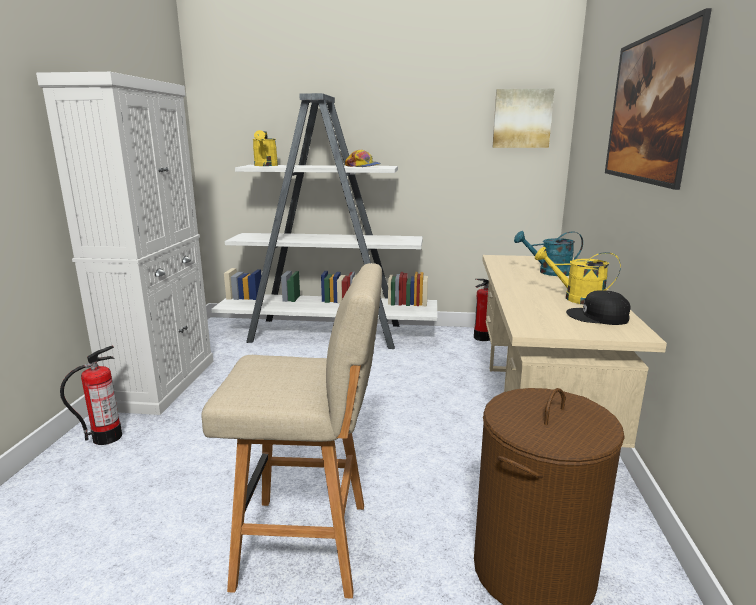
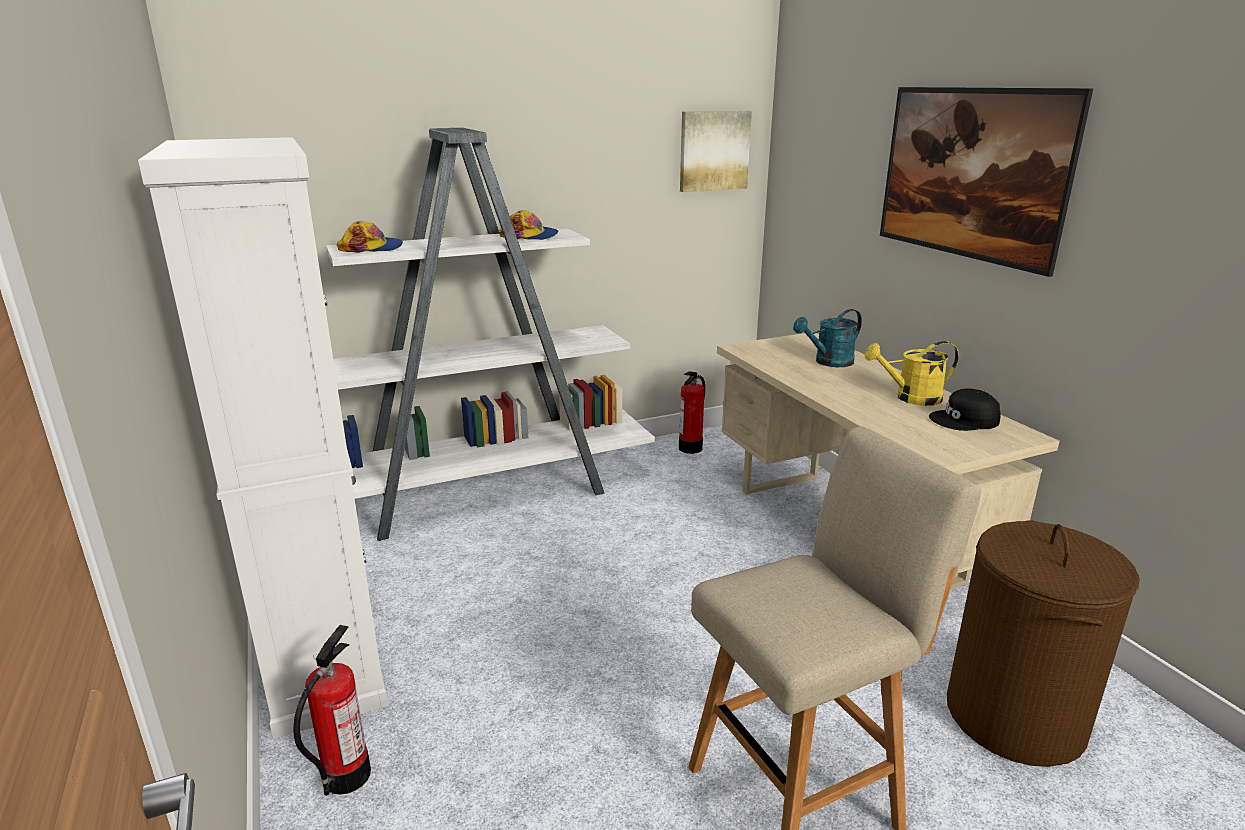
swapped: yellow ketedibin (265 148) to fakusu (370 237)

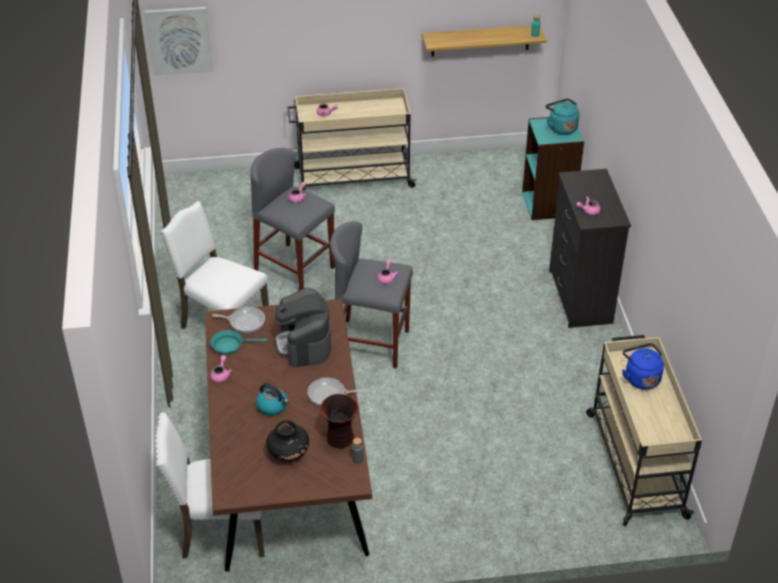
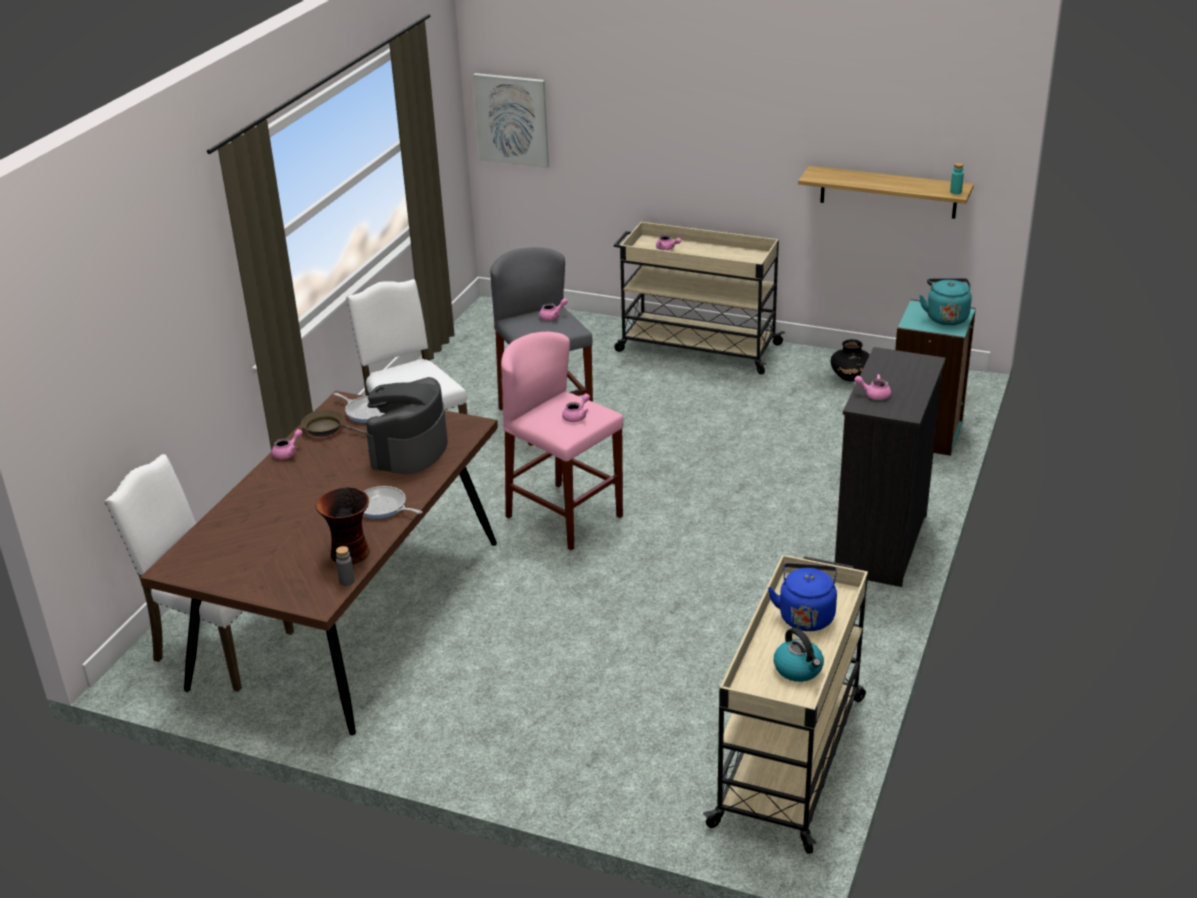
shifted: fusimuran (272 399) to (799 655); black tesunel (287 440) to (850 360)
repainted: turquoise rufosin (238 342) to brown rufosin (334 423); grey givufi (371 295) to pink givufi (562 440)

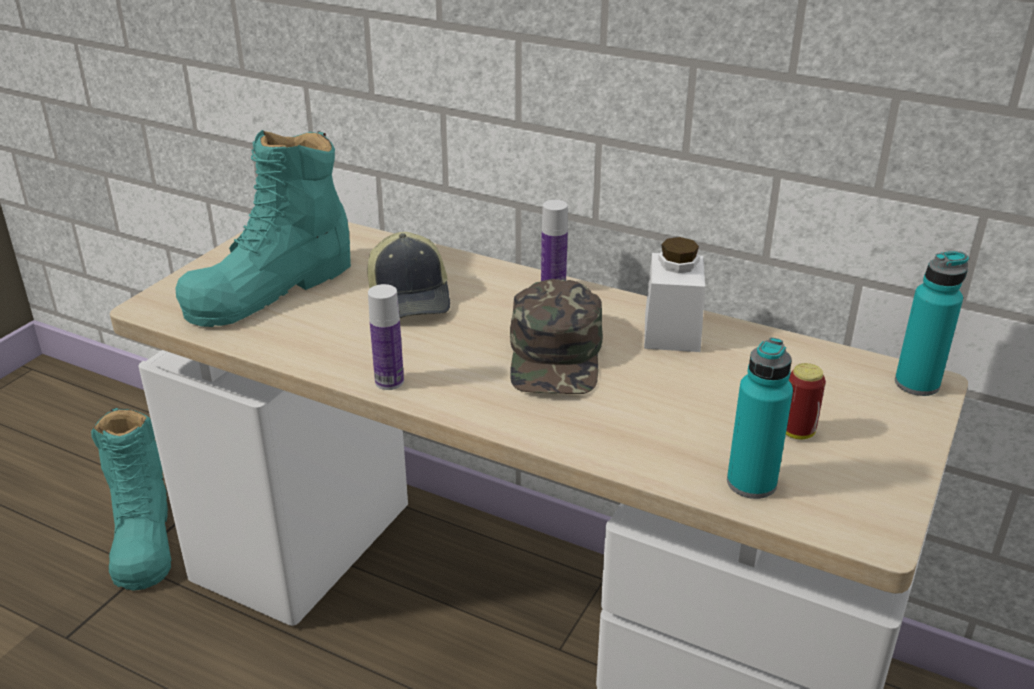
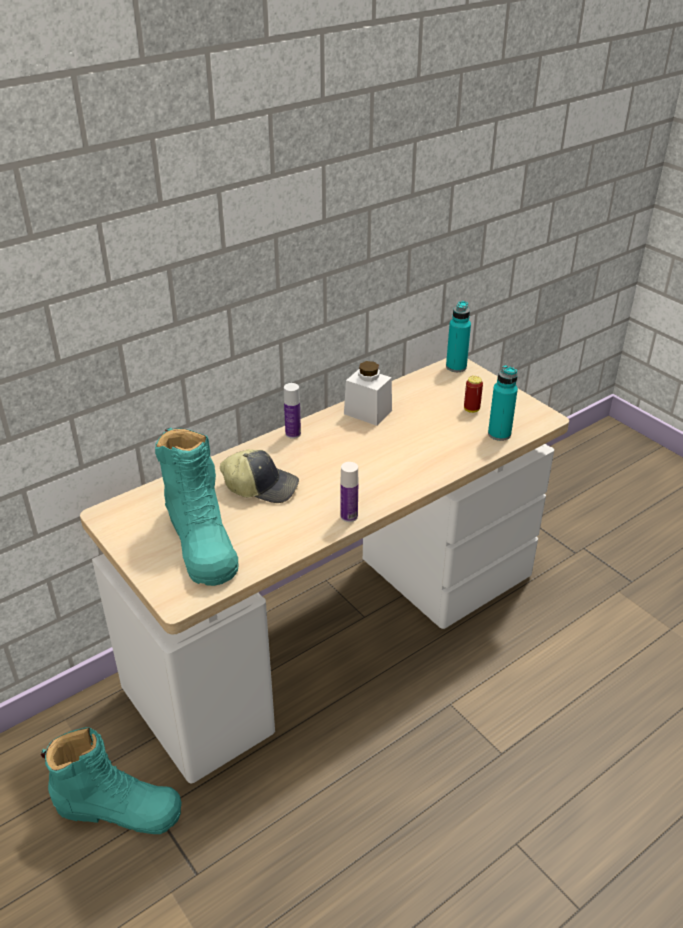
gone: green fakusu (556 336)

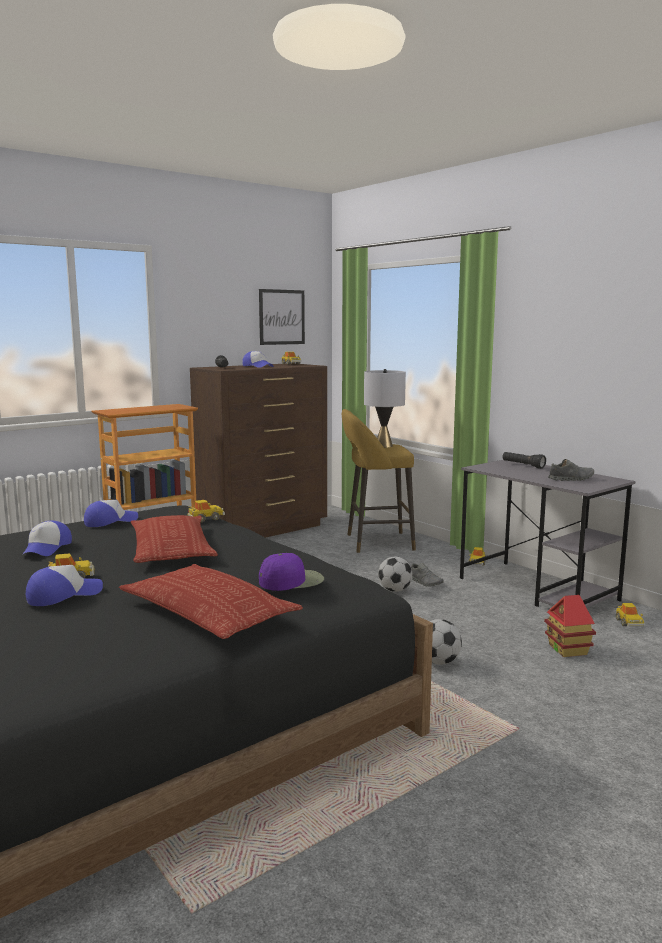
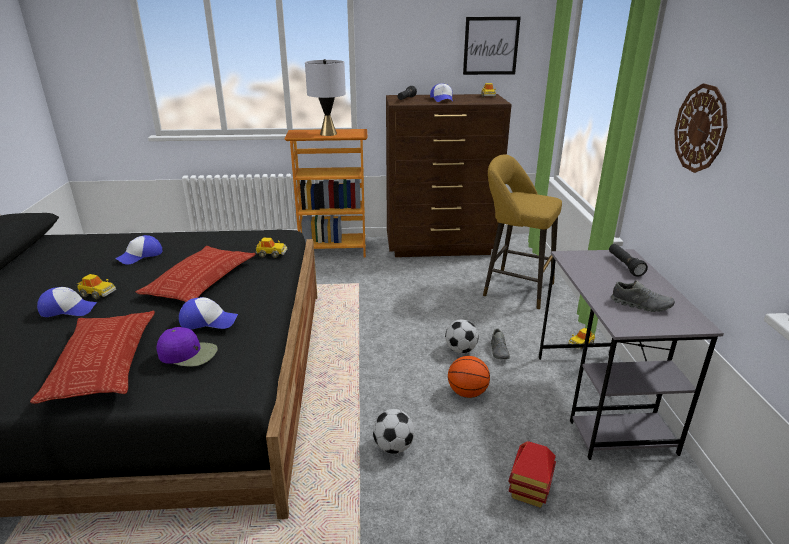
gone: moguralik (630 615)
new: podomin (469 377); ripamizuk (701 128)
shifted: fakusu (111 513) to (208 313); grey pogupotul (385 408) to (325 97)

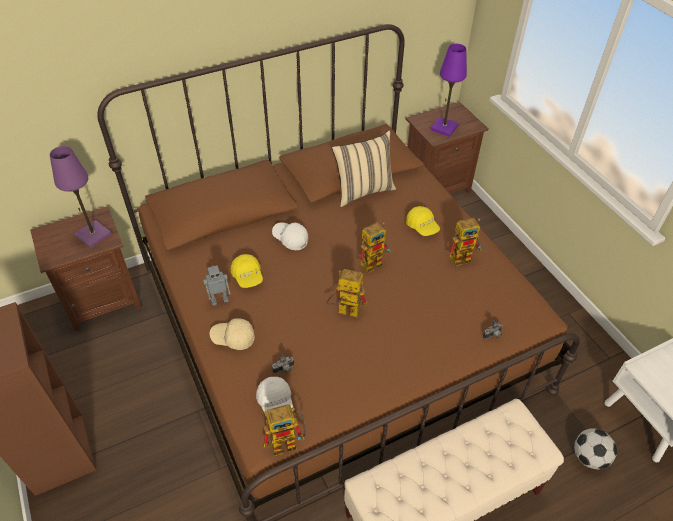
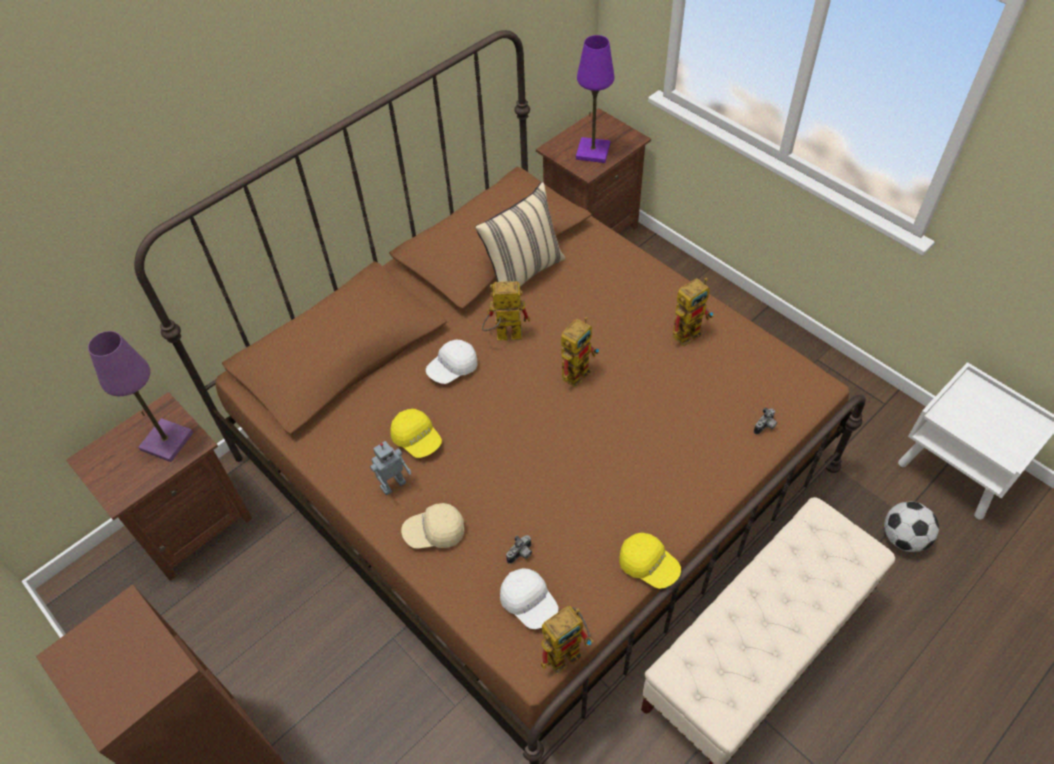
shifted: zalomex (347 293) to (506 310); yellow fakusu (423 221) to (650 561)
rotated: white fakusu (290 236) = (452 361) 60 degrees counterclockwise

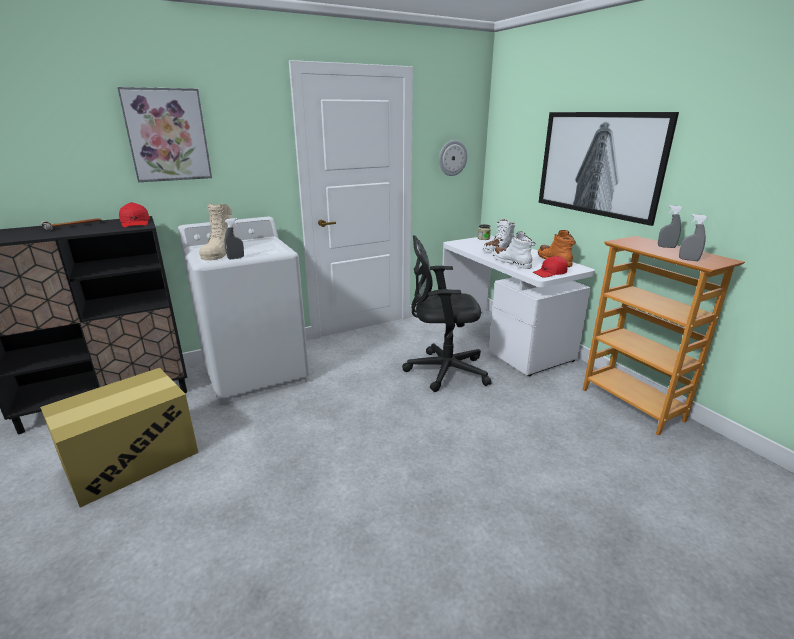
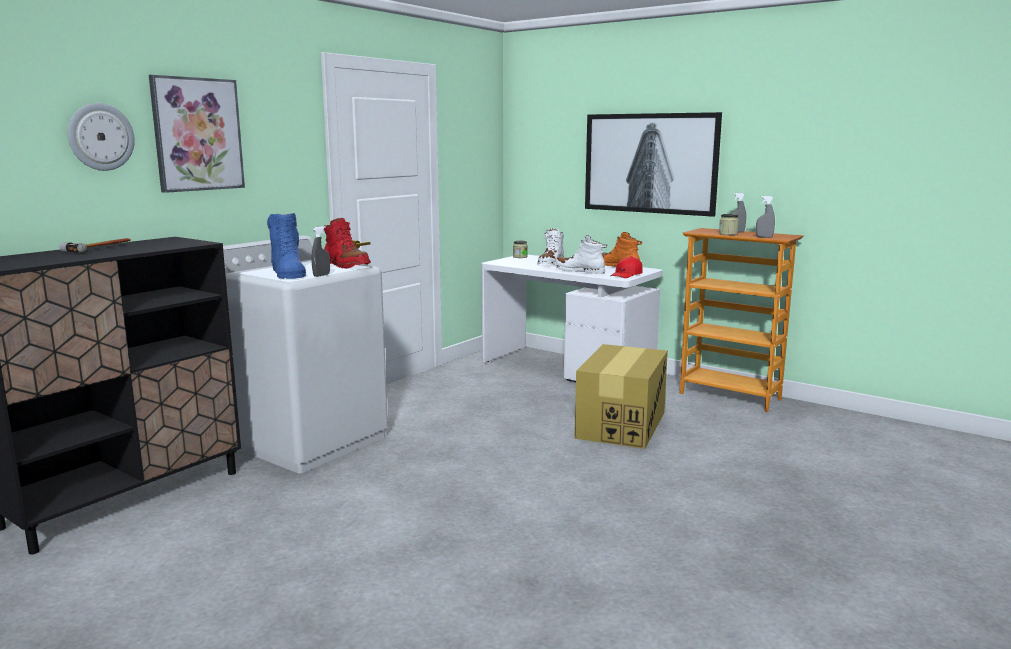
gone: red fakusu (134 215); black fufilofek (447 313)
new: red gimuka (347 243); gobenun (729 224)
shifted: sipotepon (119 438) to (621 396); ripamizuk (453 158) to (101 137)
repainted: beige gimuka (217 232) to blue gimuka (286 246)

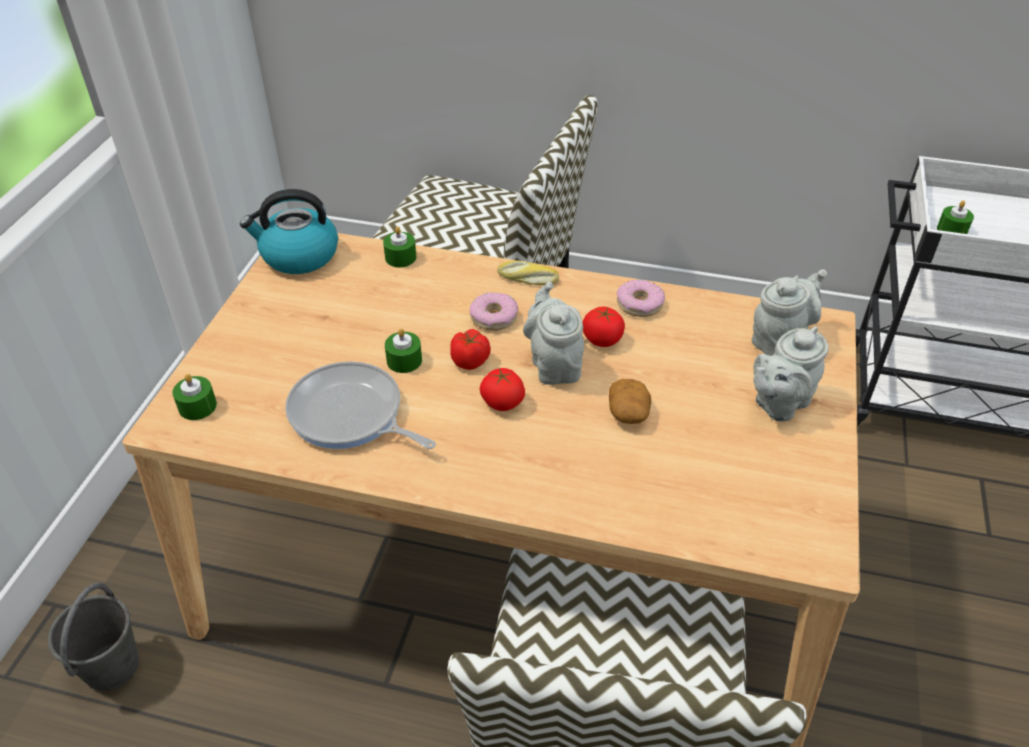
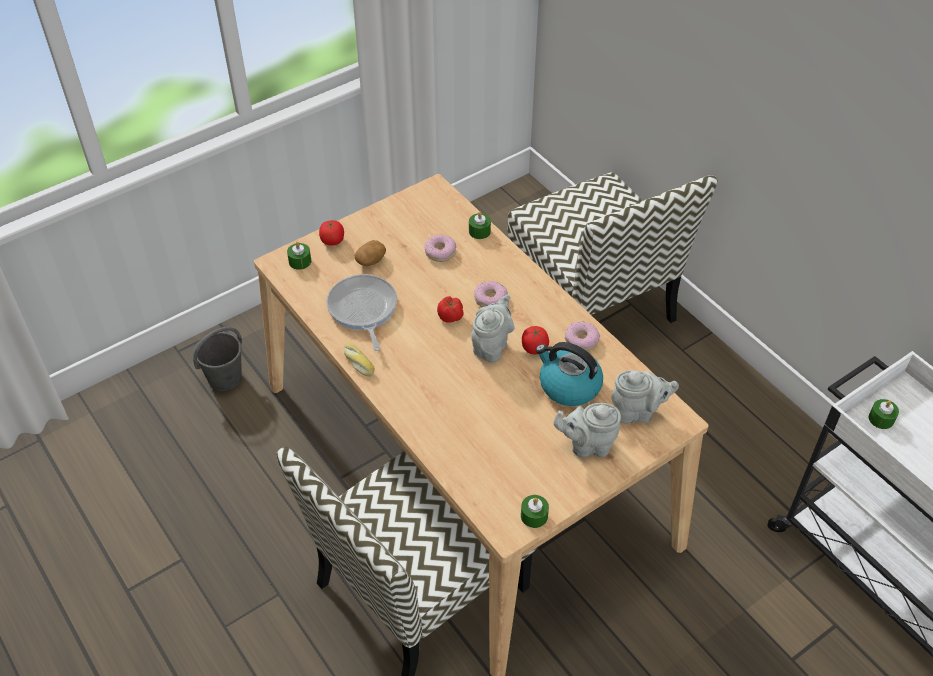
new: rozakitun (440 248)
shifted: fusimuran (289 231) to (569 374); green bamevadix (403 350) to (535 511); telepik (502 389) to (331 233); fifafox (528 273) to (359 360); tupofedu (630 401) to (370 253)

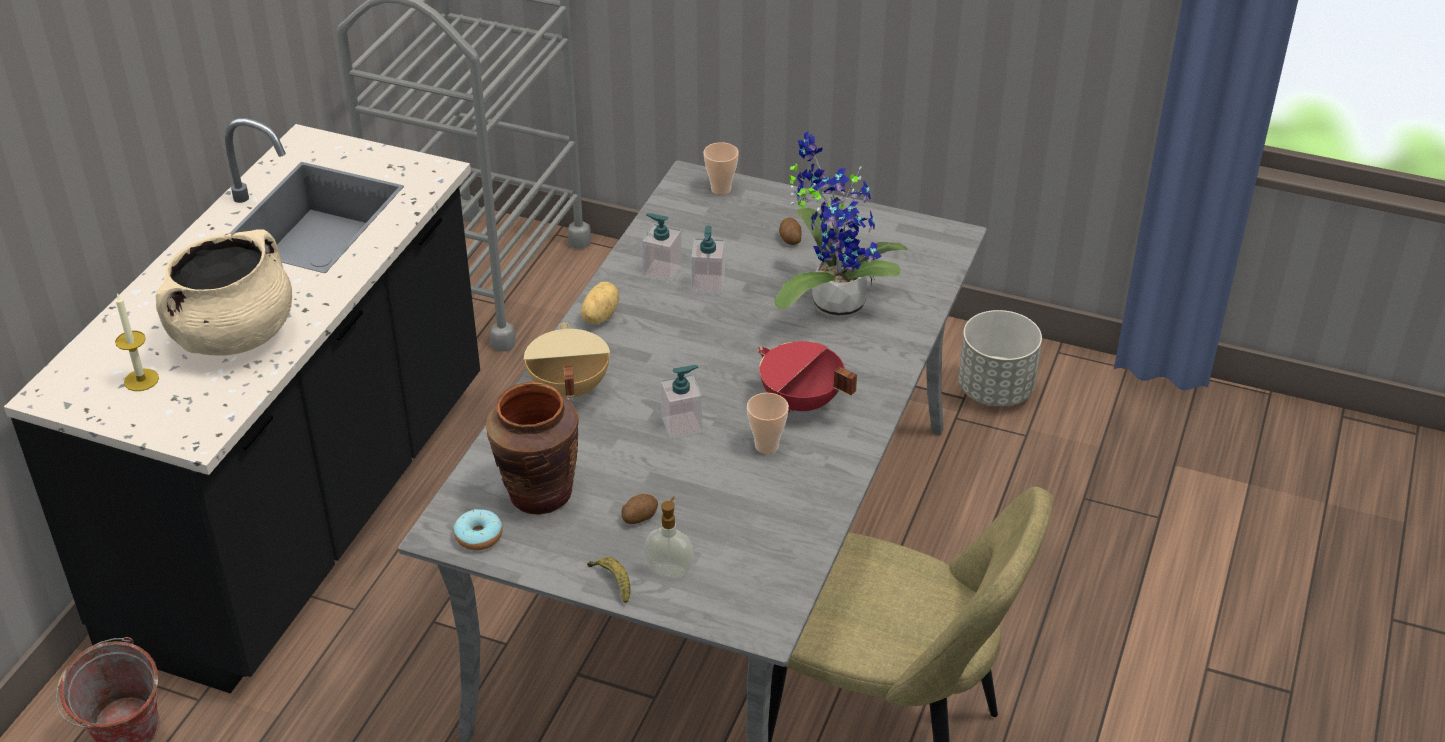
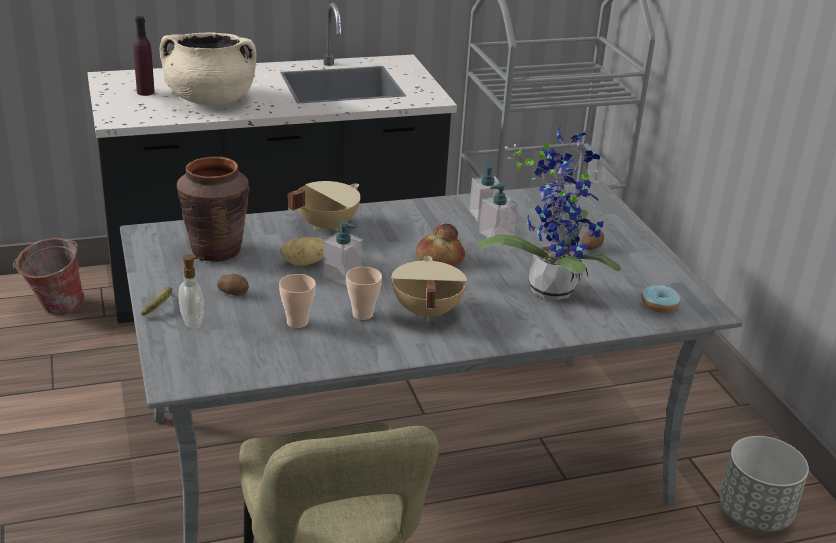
new: fifafox (440 244)
shifted: rozakitun (478 529) to (660 299); tupofedu (600 303) to (302 251); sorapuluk (721 168) to (297 301)
swapped: bamevadix (137 342) to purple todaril (144 56)
repainted: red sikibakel (807 377) to beige sikibakel (429 288)

